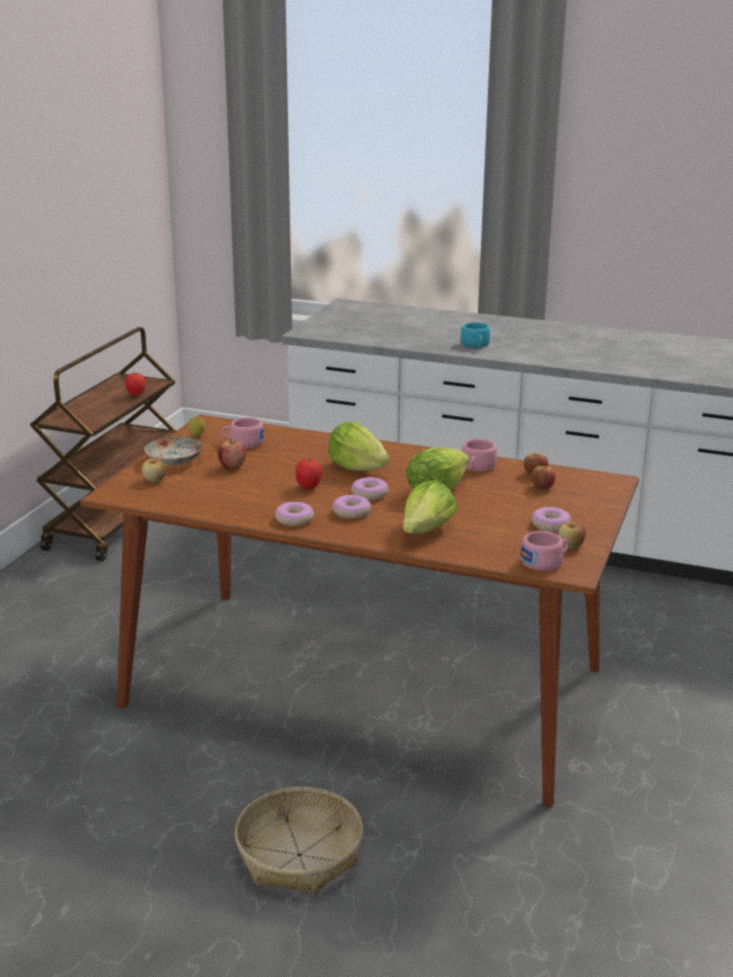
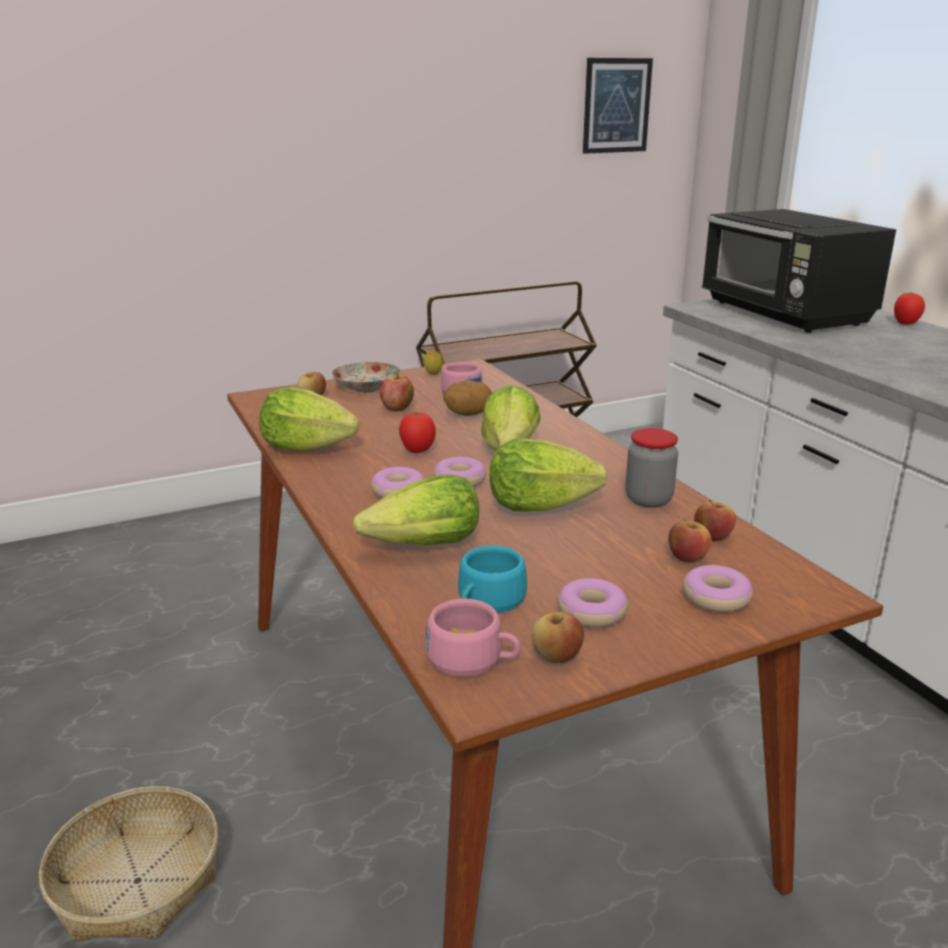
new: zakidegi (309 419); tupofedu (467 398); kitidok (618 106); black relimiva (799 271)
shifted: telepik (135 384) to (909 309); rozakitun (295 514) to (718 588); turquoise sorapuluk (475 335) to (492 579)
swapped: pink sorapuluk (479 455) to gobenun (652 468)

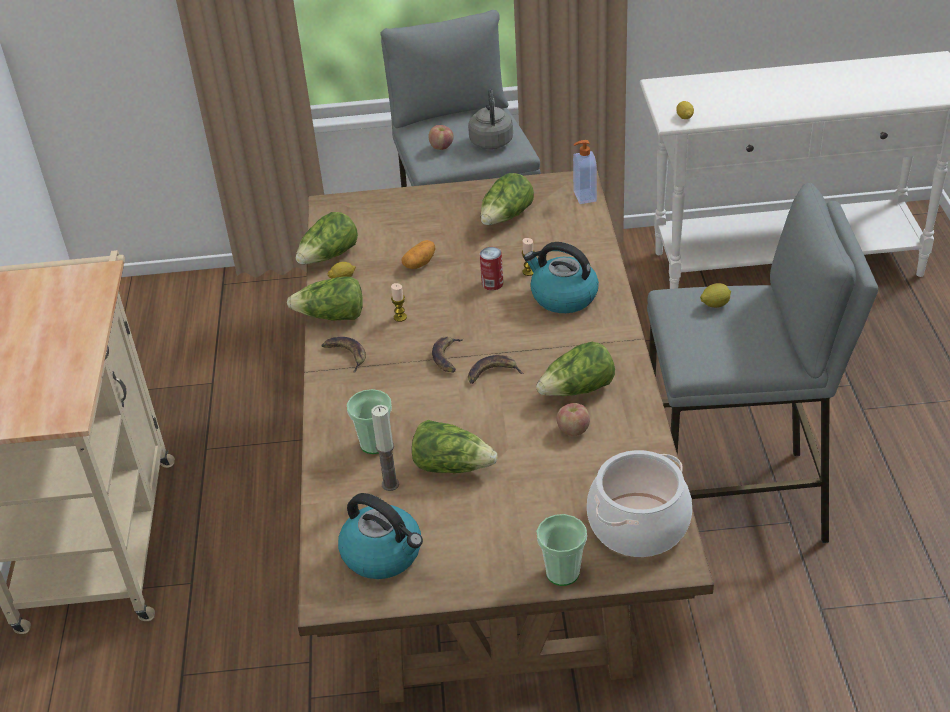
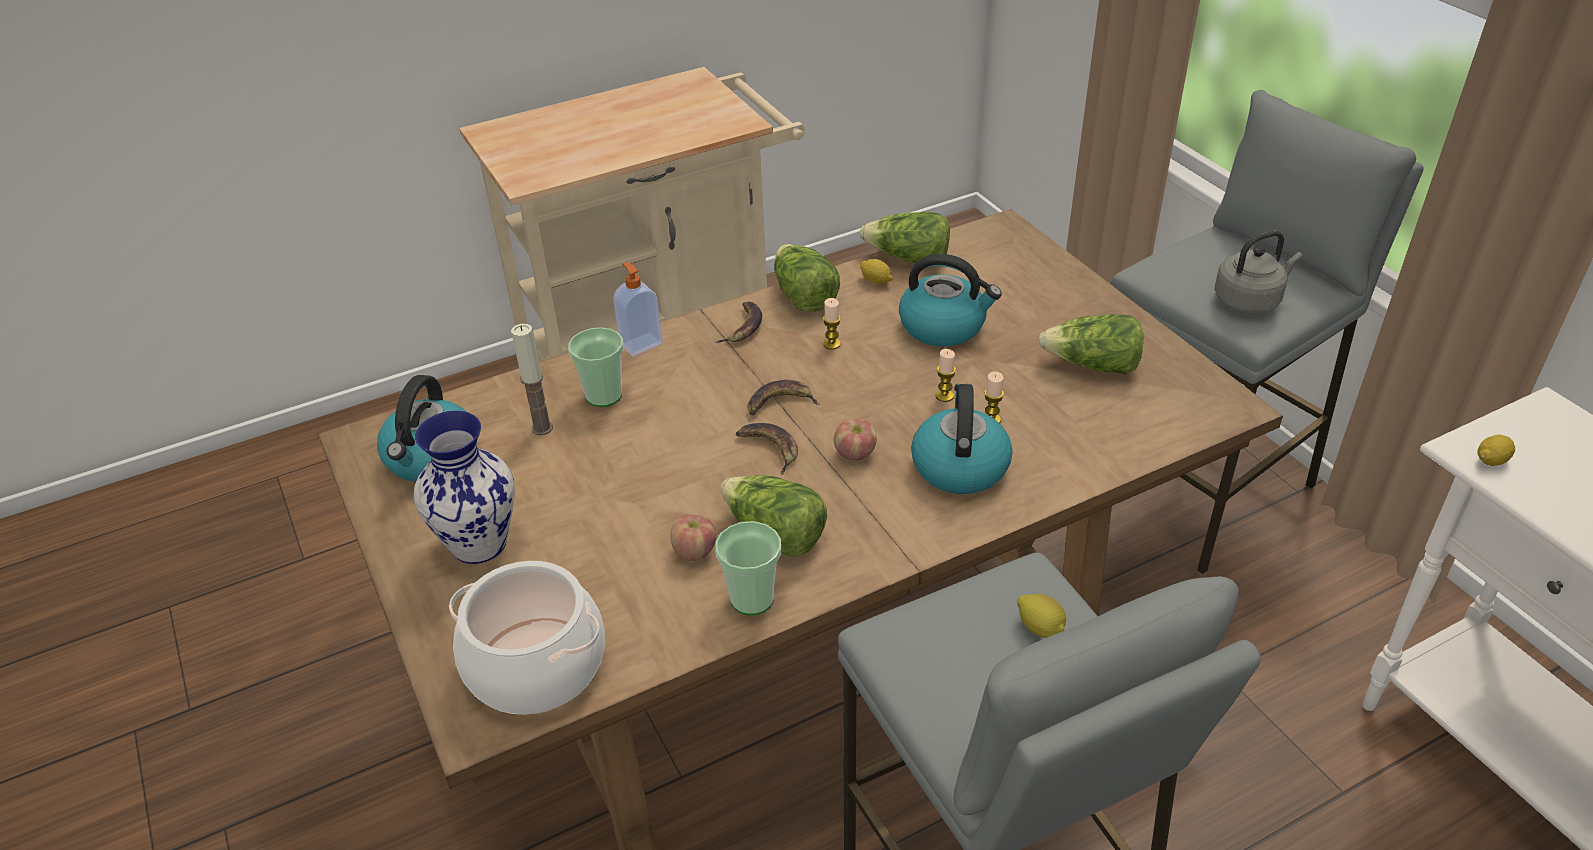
gone: zakidegi (455 446)
new: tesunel (464 487)
shifted: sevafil (441 137) to (855 439); sorapuluk (562 550) to (748 568); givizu (585 172) to (638 309)
swapped: tupofedu (418 254) to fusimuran (950 300); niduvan (491 269) to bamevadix (946 375)

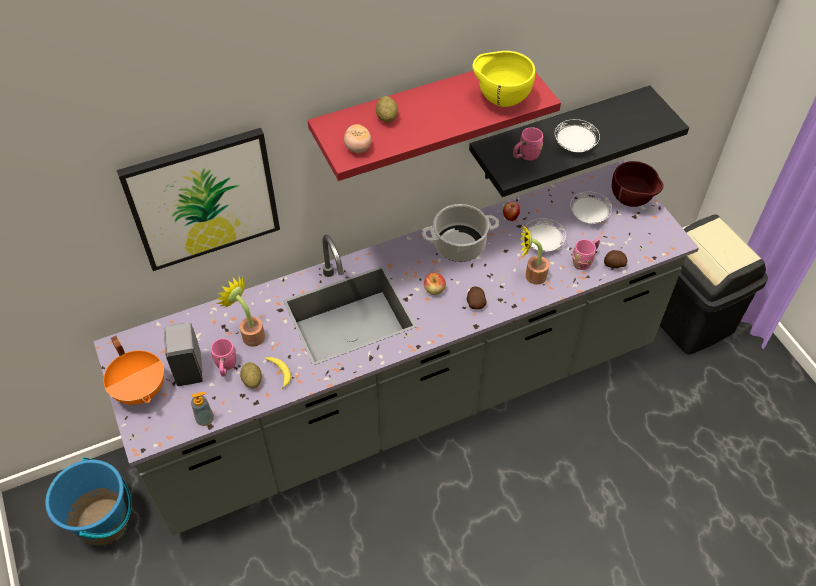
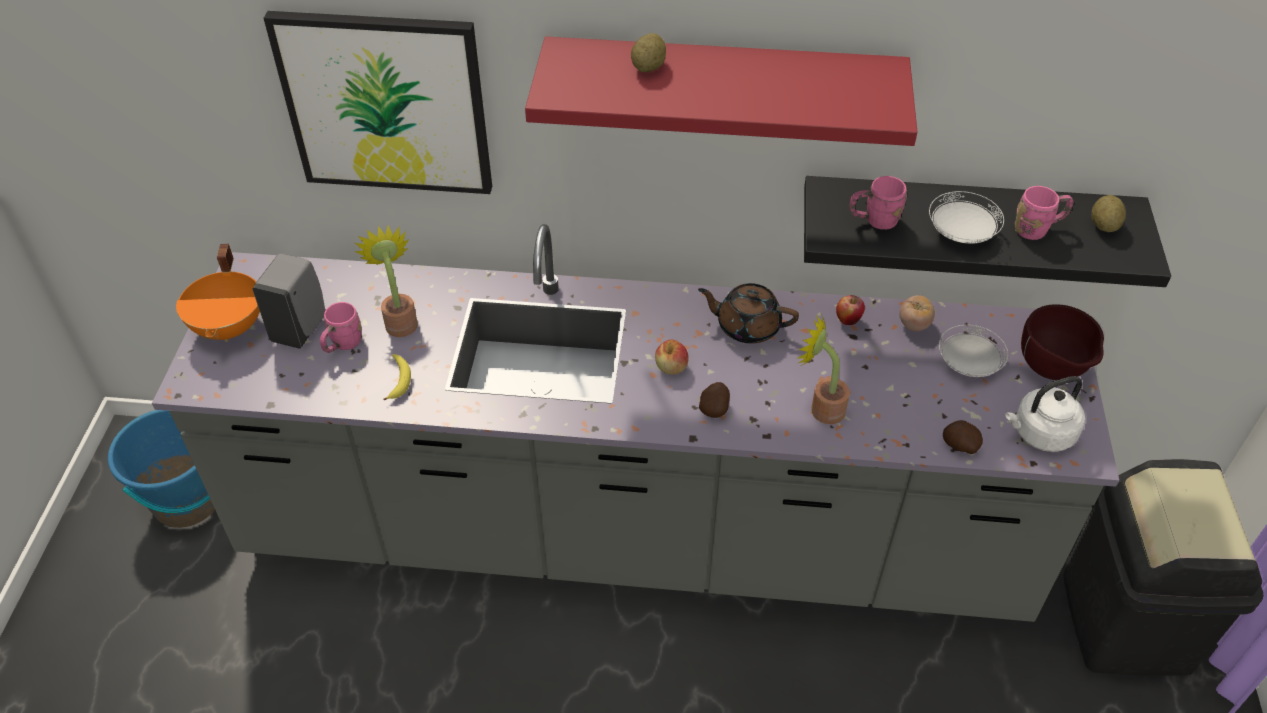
gone: givizu (202 409); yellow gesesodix (503 79); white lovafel (544 235)
new: white fusimuran (1045 414)
shifted: tupofedu (251 375) to (1108 213); telepik (357 138) to (917 313); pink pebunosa (586 254) to (1044 213)
swapped: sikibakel (460 233) to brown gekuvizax (748 313)

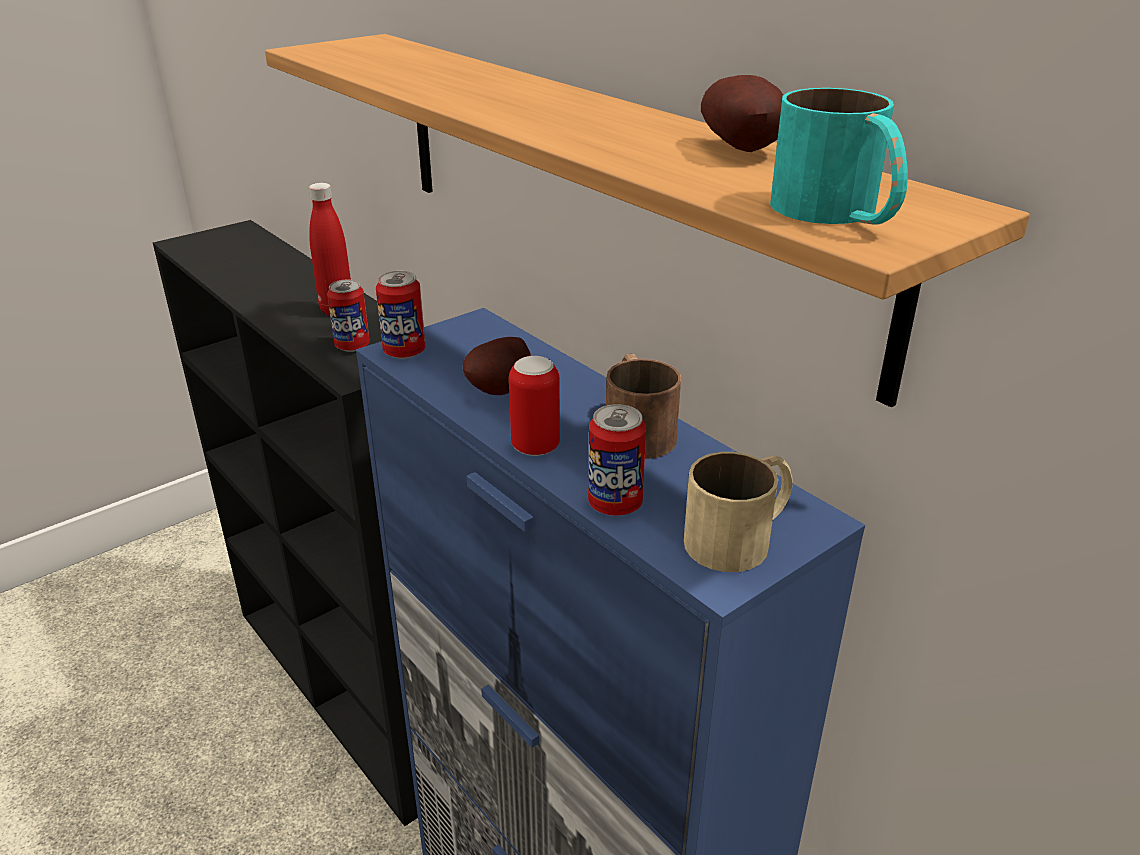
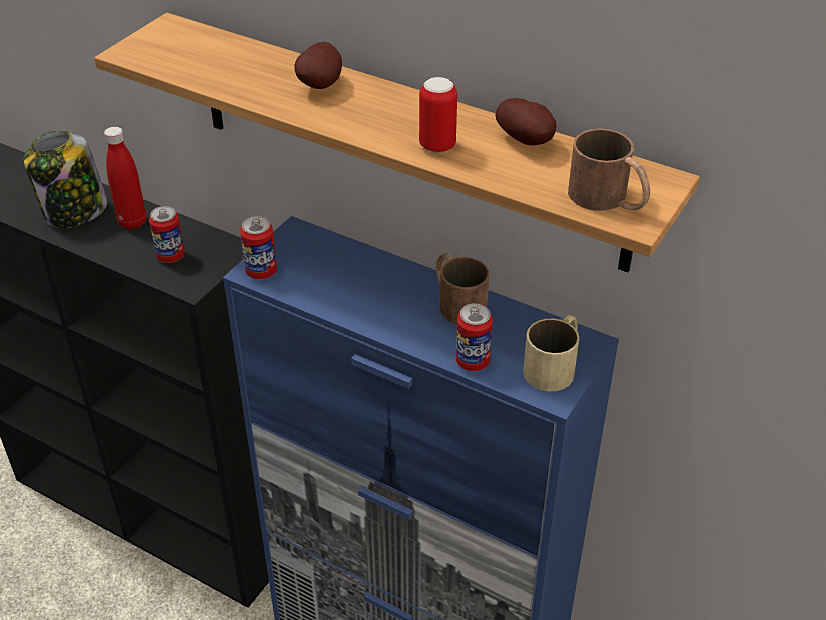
new: gobenun (65 179)
shifted: tupofedu (497 366) to (318 65); niduvan (534 406) to (438 115)
repainted: turquoise pebunosa (839 156) to brown pebunosa (609 170)

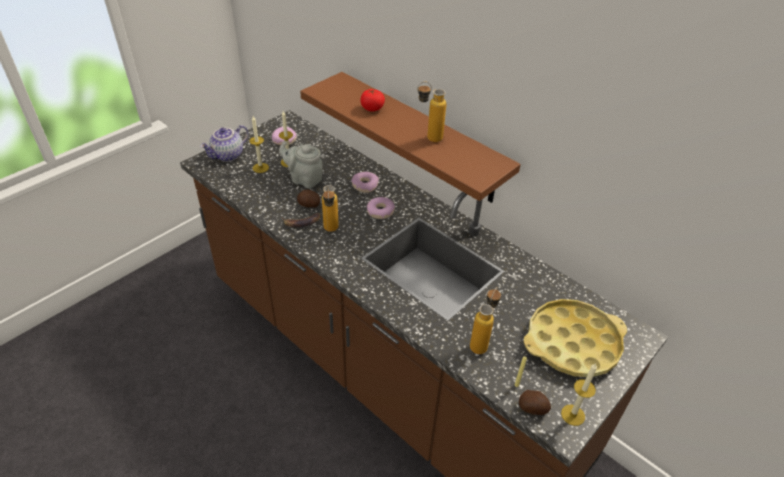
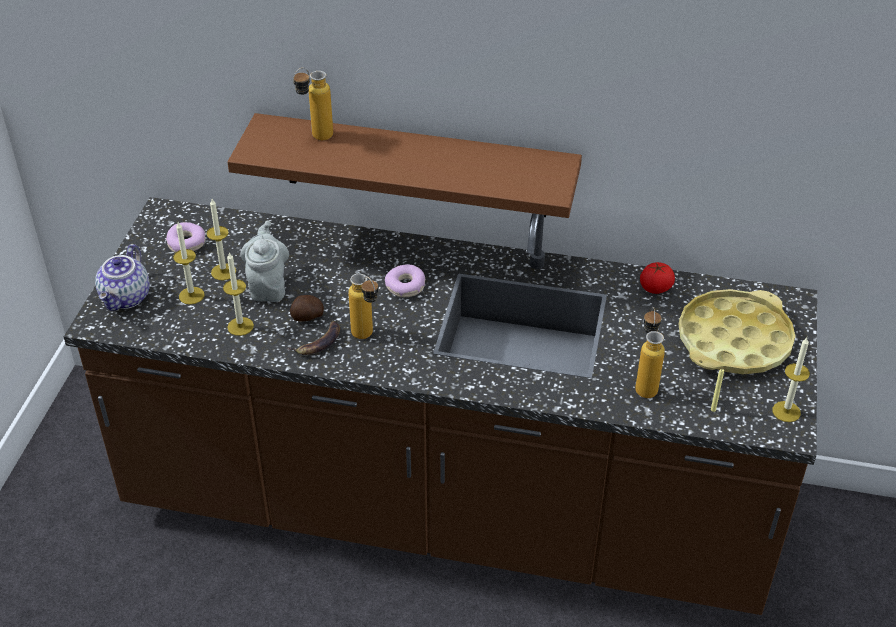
gone: rozakitun (365 182); tupofedu (535 402)
new: bamevadix (238 294)
shifted: telepik (373 100) to (657 278); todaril (431 112) to (313 104)
rotated: grey gekuvizax (301 164) = (264 261) 90 degrees clockwise

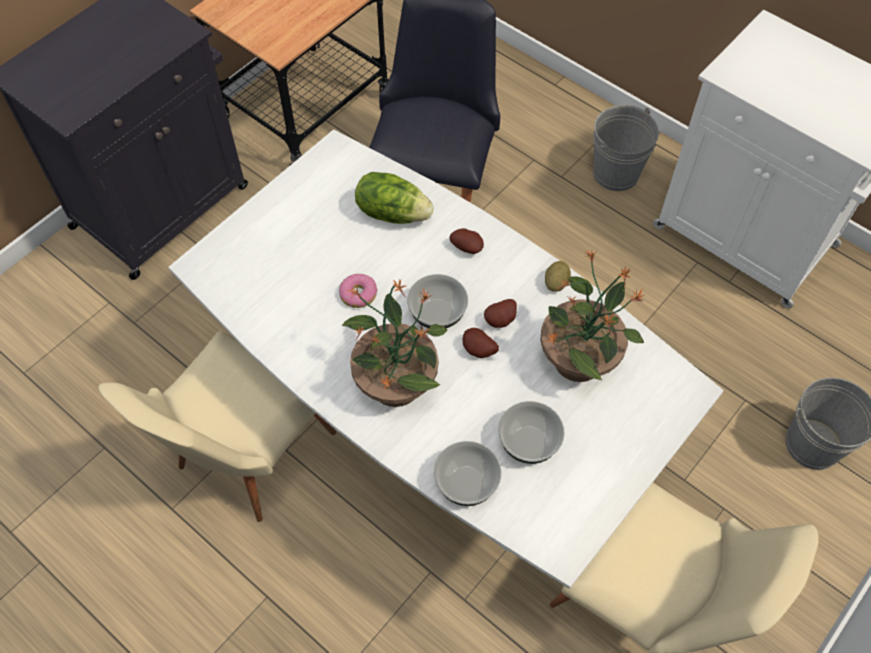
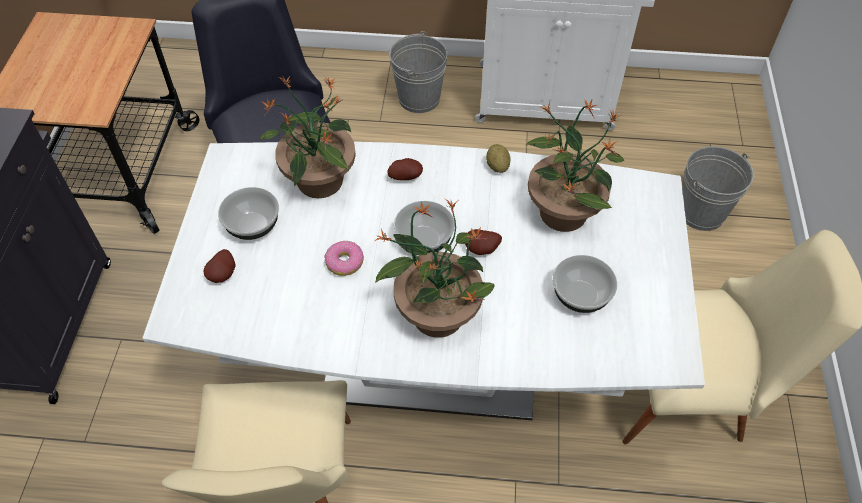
shifted: gesesodix (467 473) to (248 213); tupofedu (500 313) to (219 266)
swapped: zakidegi (394 198) to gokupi (307 136)

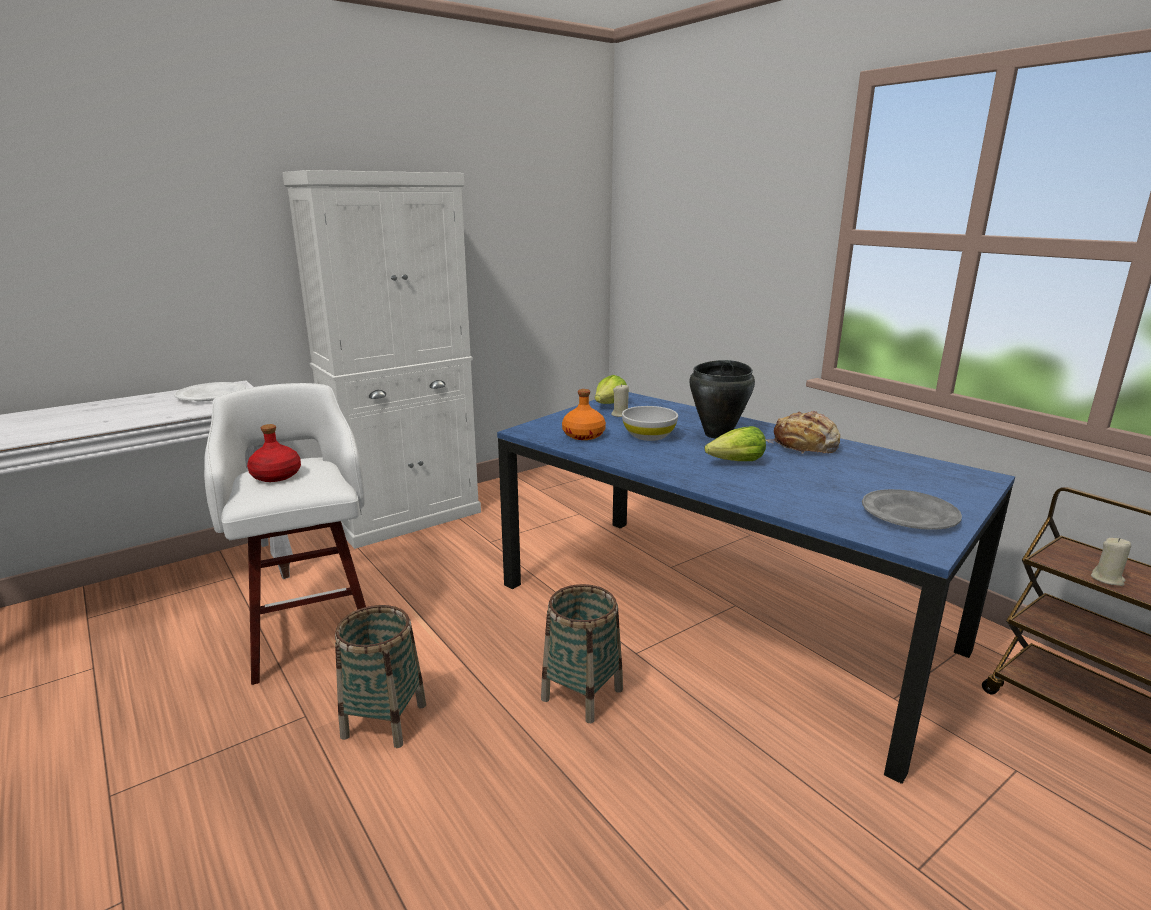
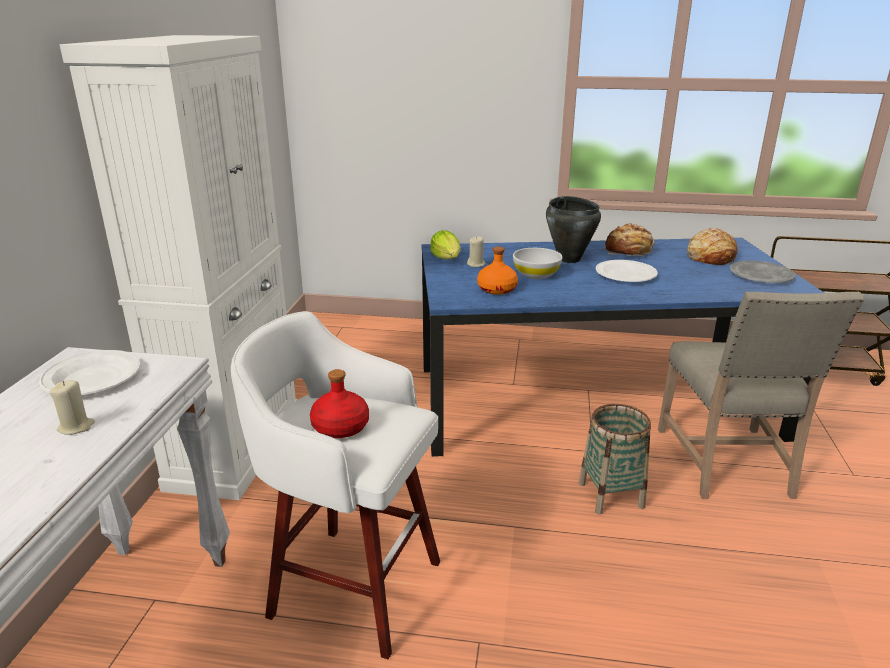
gone: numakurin (380 676)
new: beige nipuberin (761 395); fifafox (712 246)
shifted: beige bamevadix (1111 562) to (72 407)
swapped: zakidegi (735 443) to white lovafel (627 271)

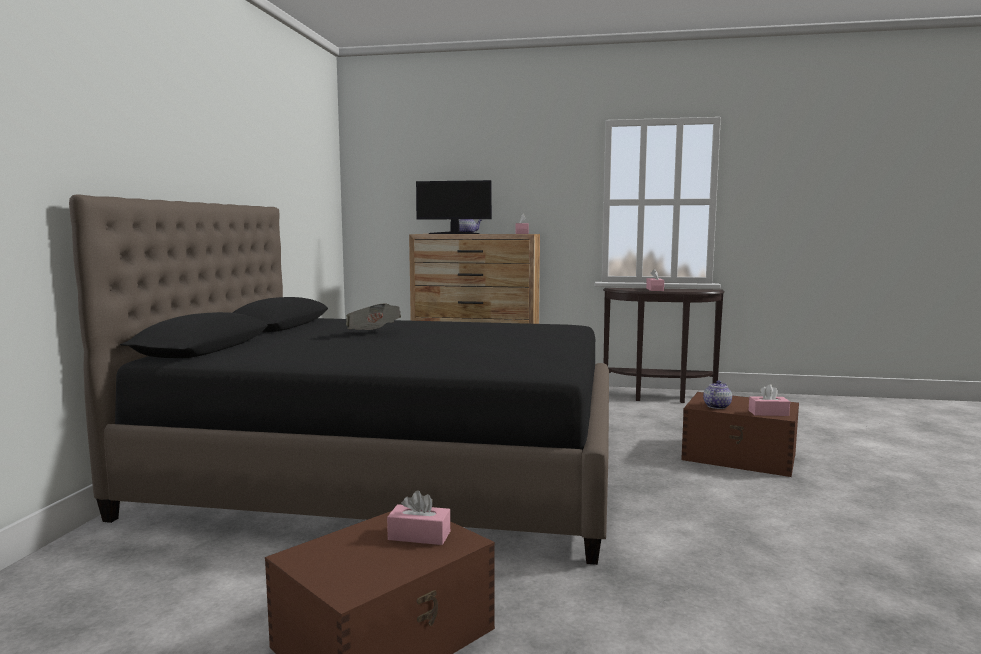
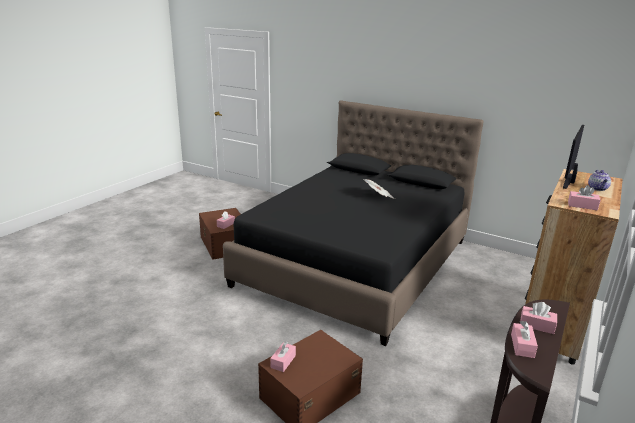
gone: gekuvizax (717 395)
new: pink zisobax (524 339)

